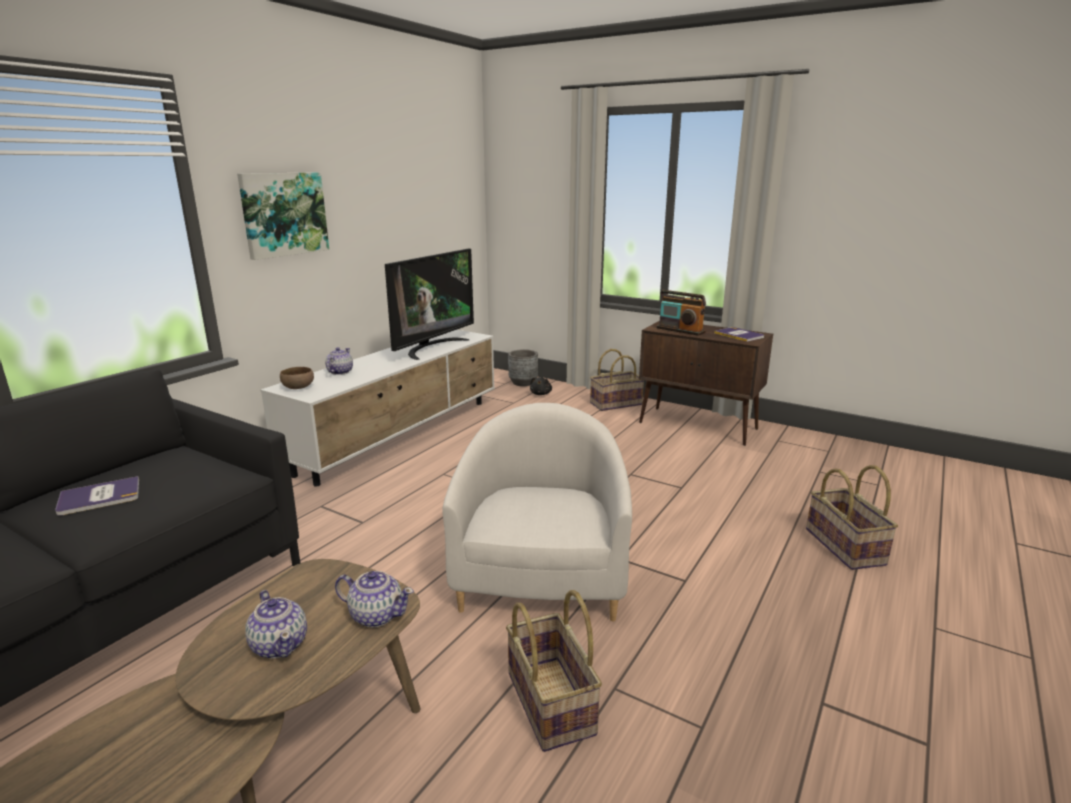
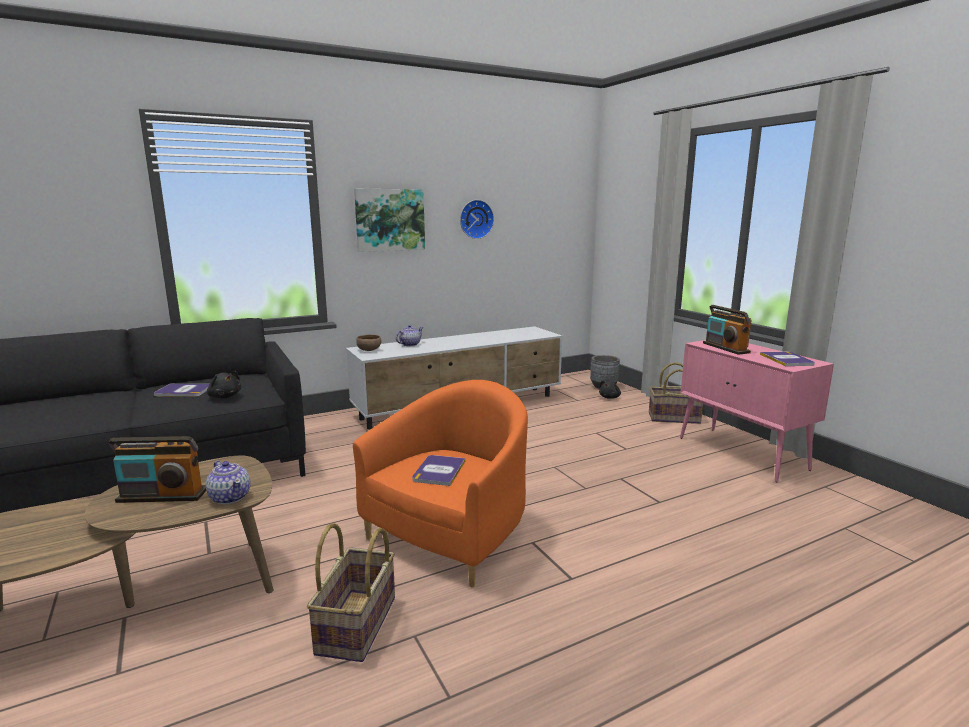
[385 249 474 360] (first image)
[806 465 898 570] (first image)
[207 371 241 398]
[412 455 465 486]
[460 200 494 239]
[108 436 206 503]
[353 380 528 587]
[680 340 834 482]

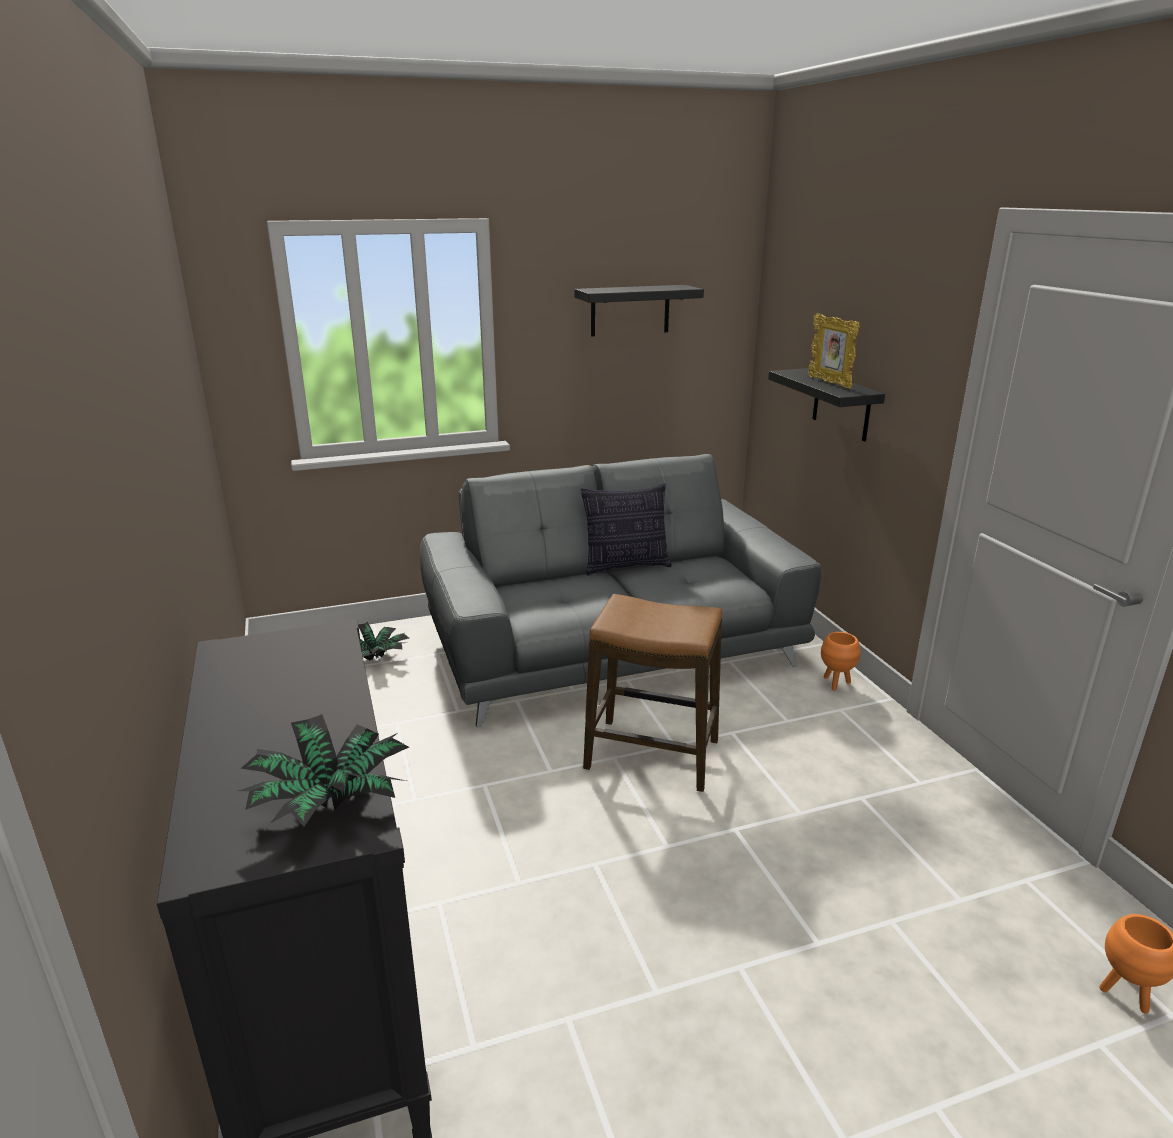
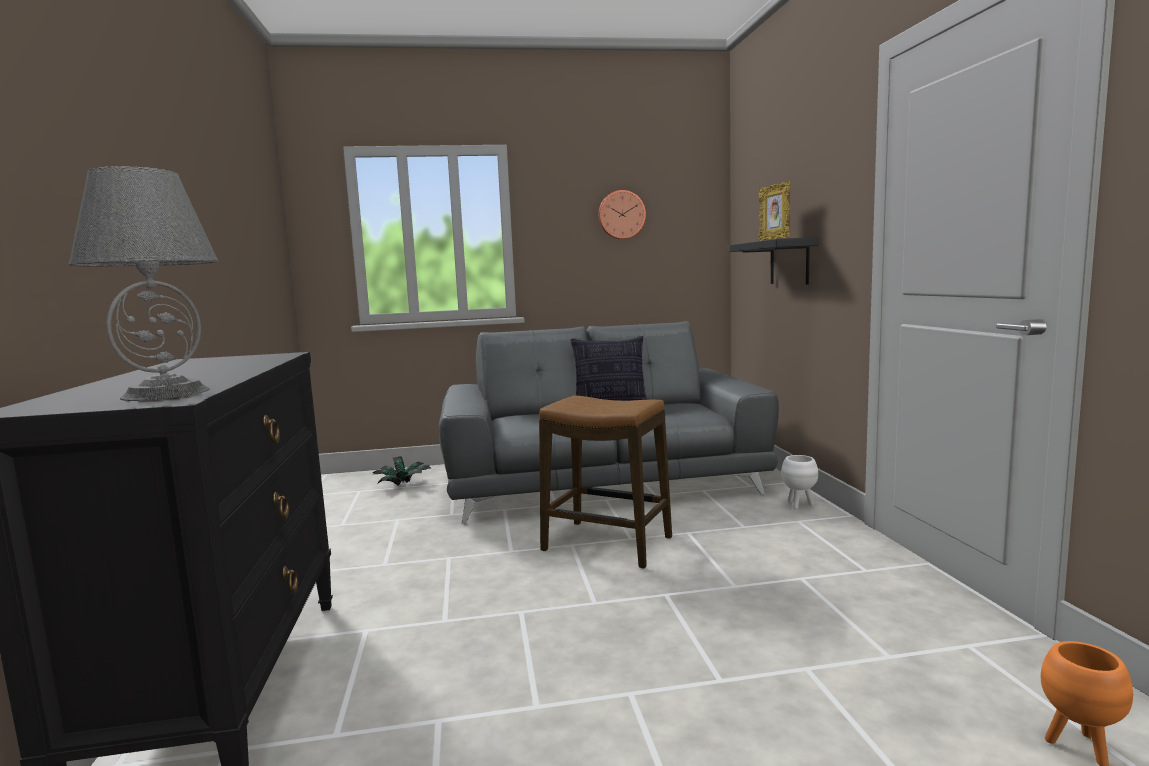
[69 166 218 401]
[598 190 646 239]
[781 455 818 509]

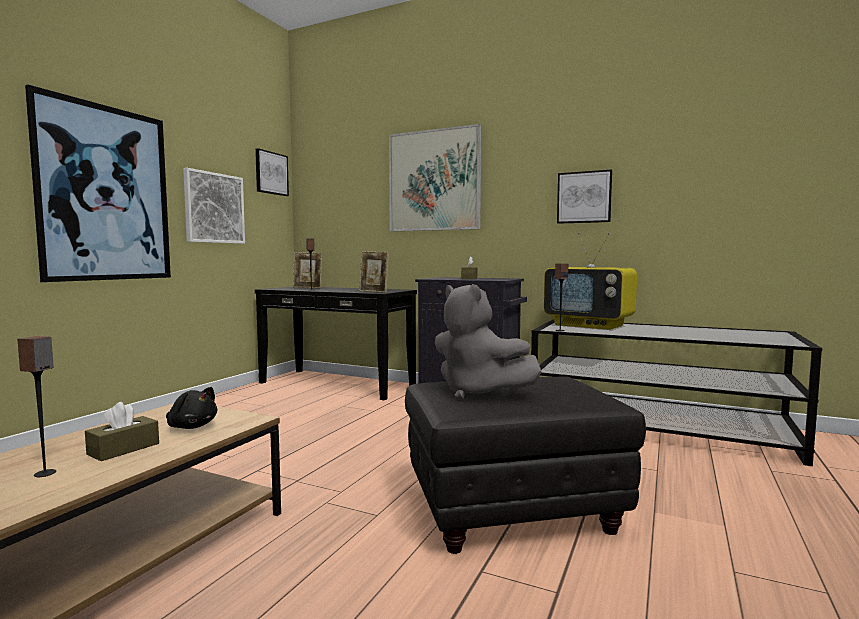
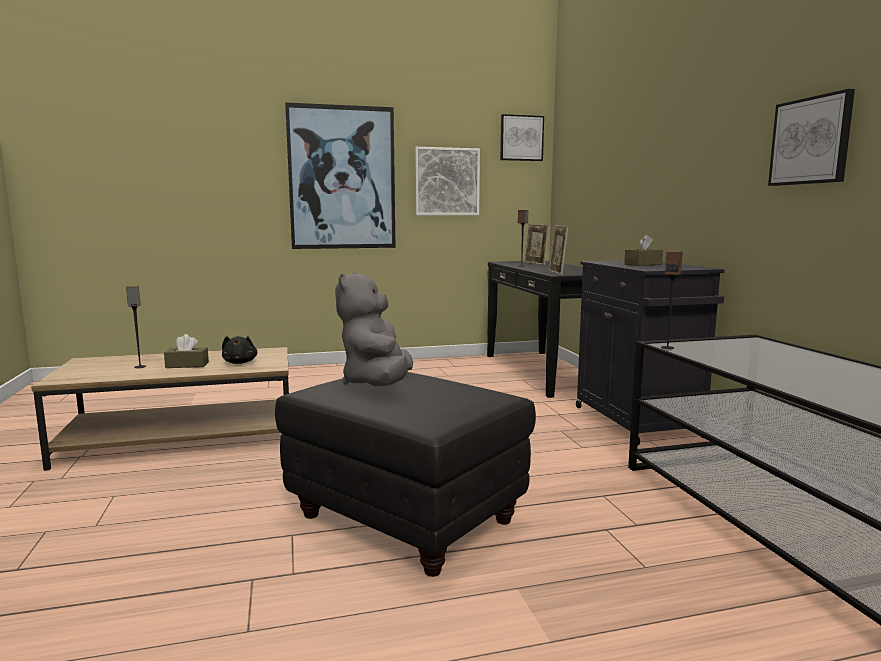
[389 124 481 231] (first image)
[543 233 637 330] (first image)

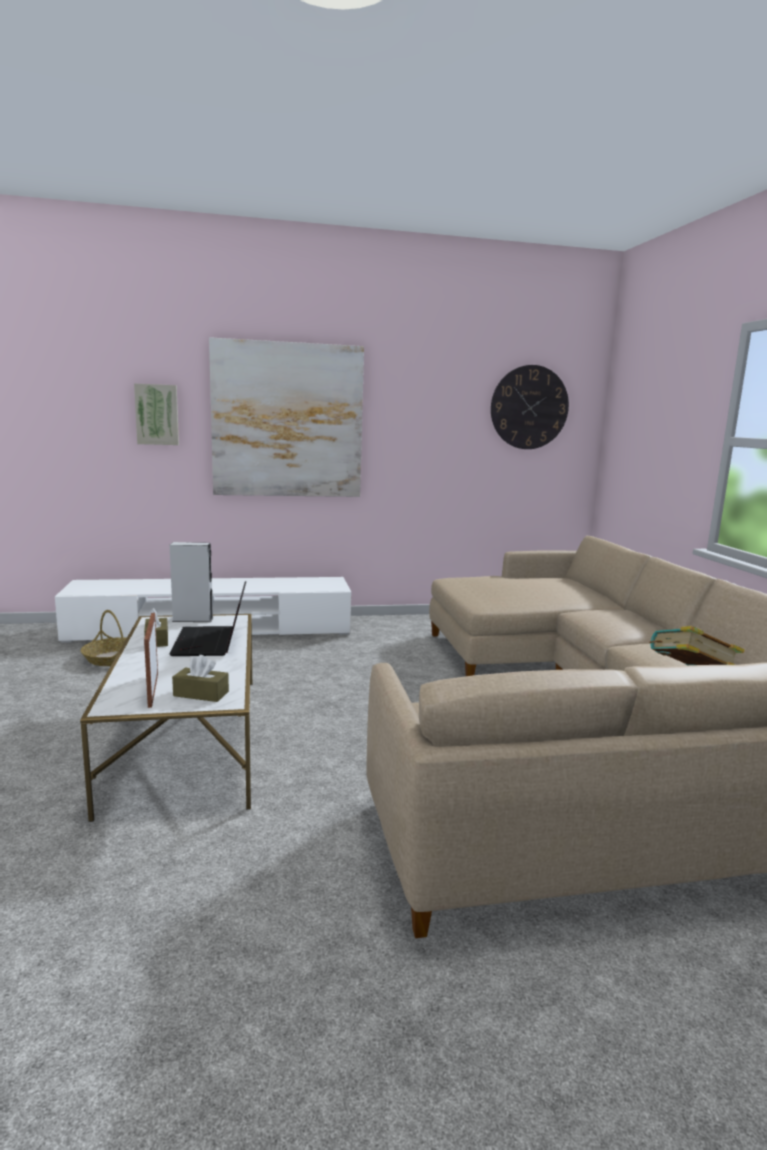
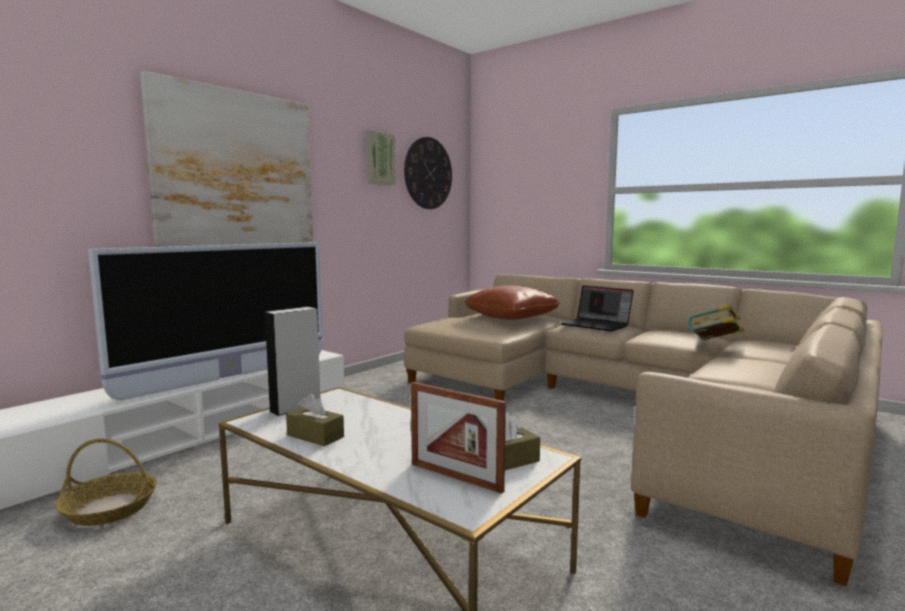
[88 242 323 400]
[464 285 560 320]
[367 130 396 185]
[561 286 634 332]

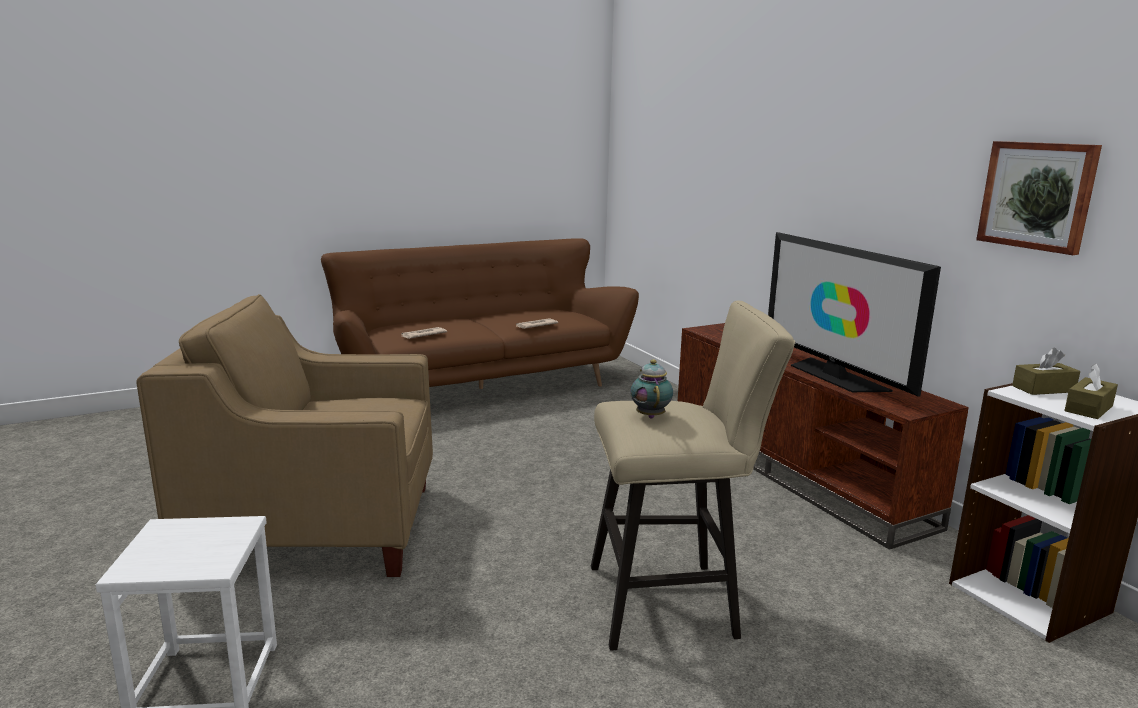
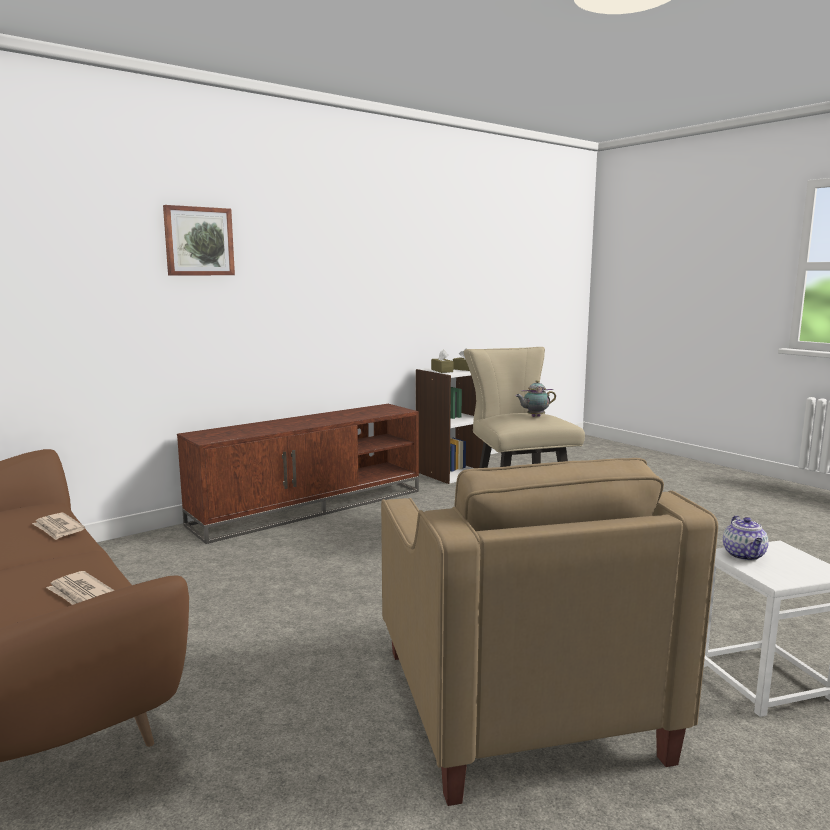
[768 232 941 397] (first image)
[723 515 769 561]
[163 205 235 275]

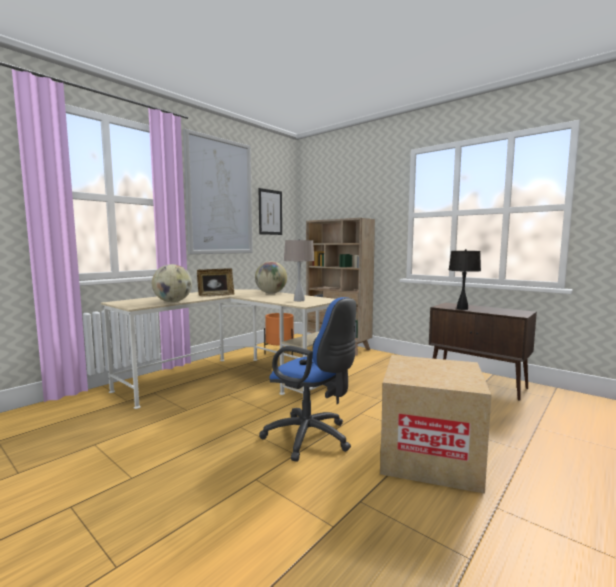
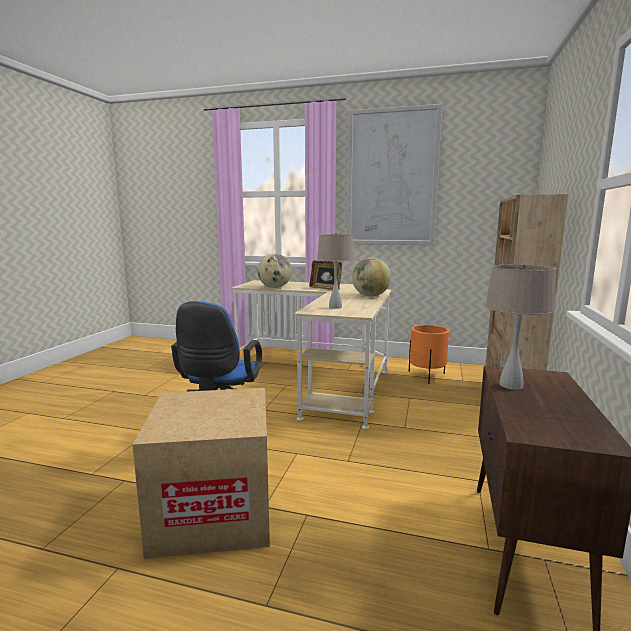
[259 188 282 235] (first image)
[485 264 556 390]

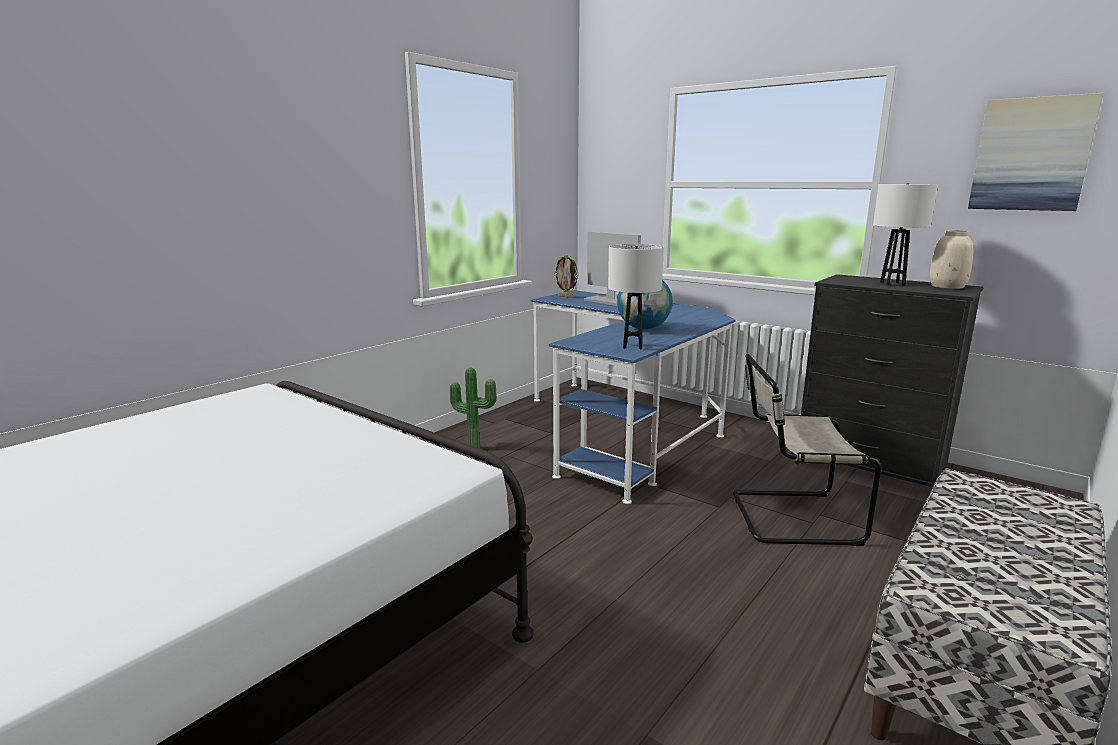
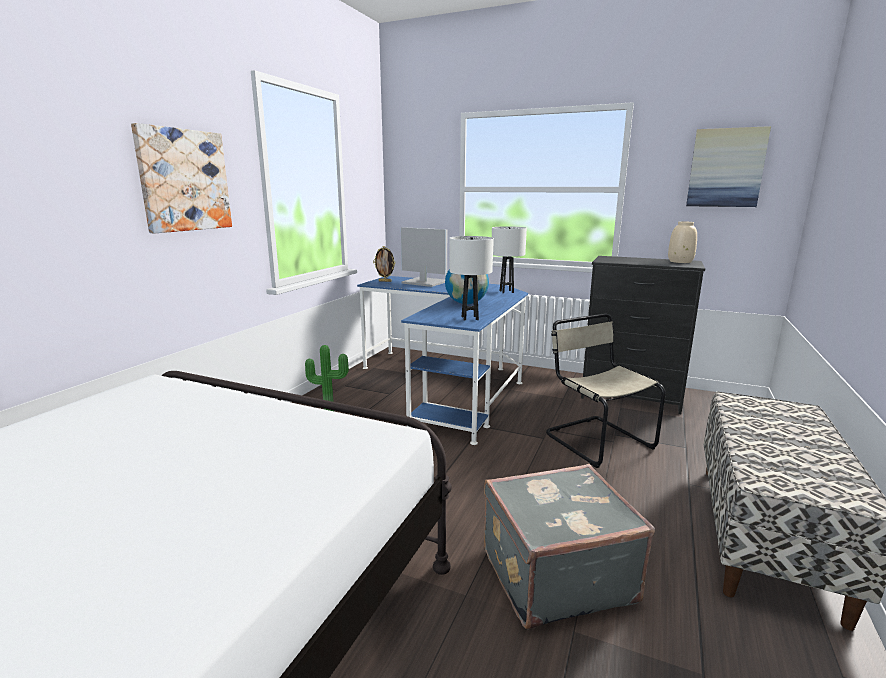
[131 123 232 233]
[484 464 655 629]
[492 226 527 293]
[546 314 666 468]

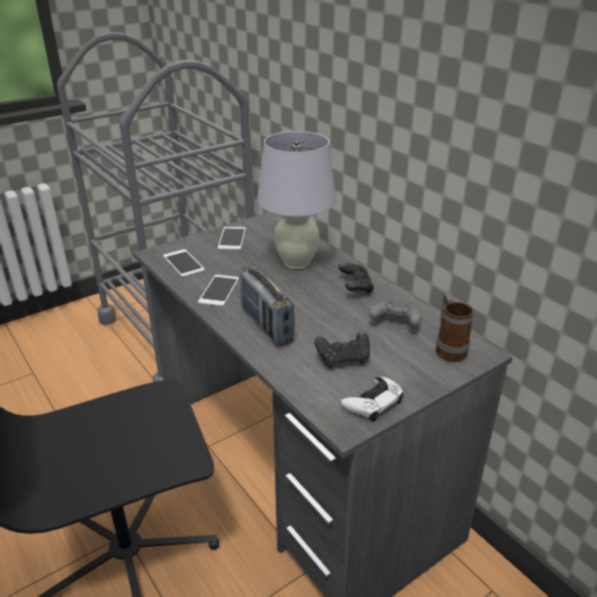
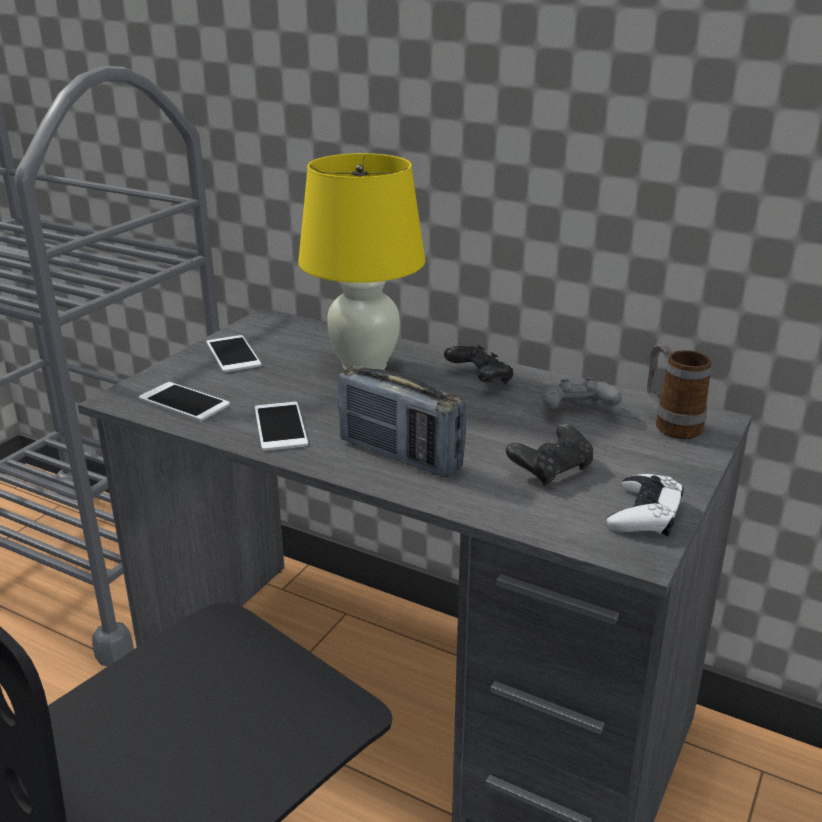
[298 153 425 370]

